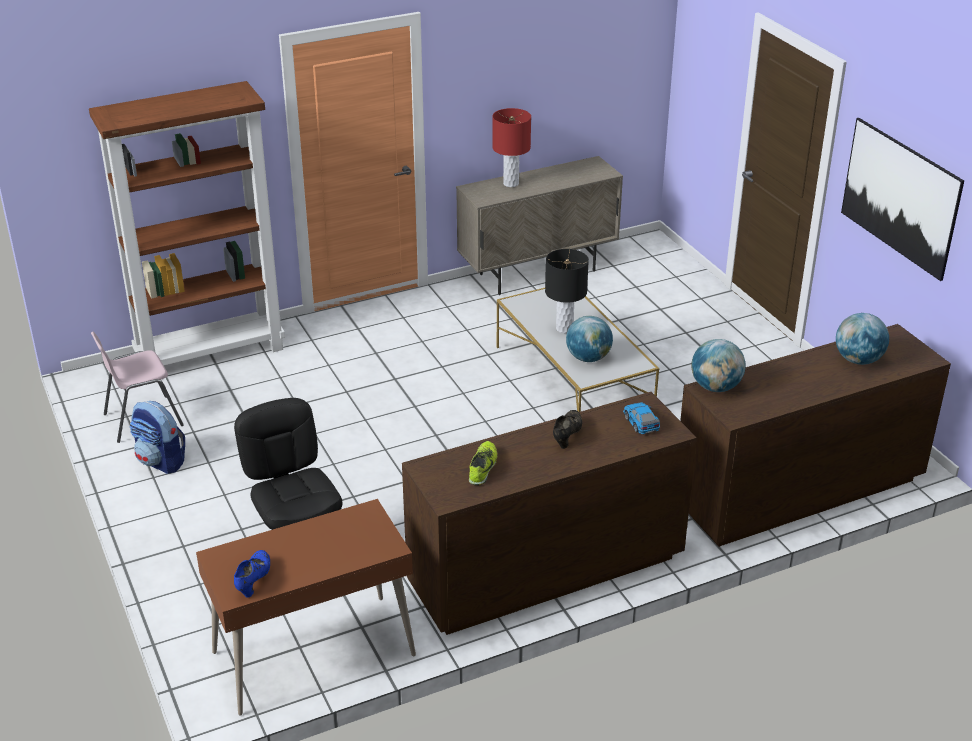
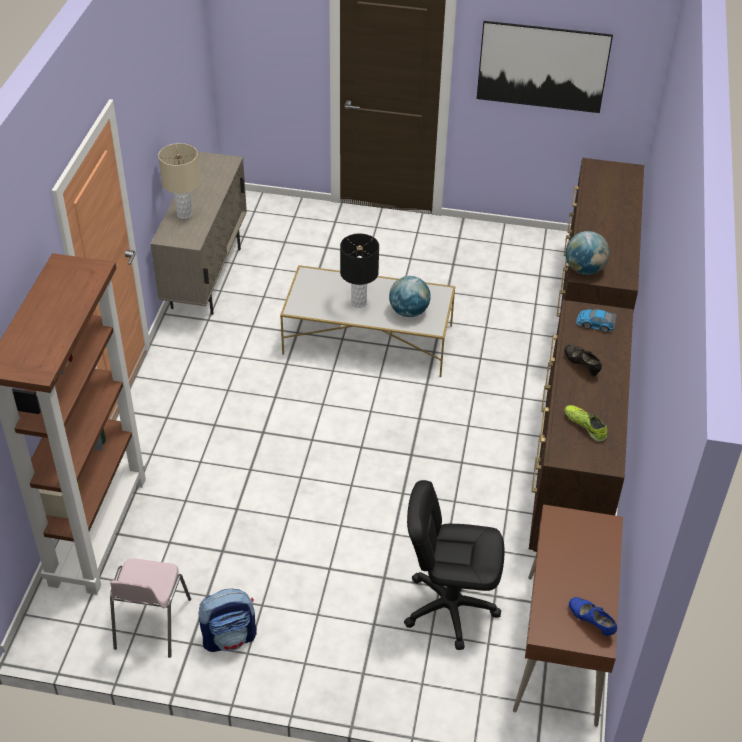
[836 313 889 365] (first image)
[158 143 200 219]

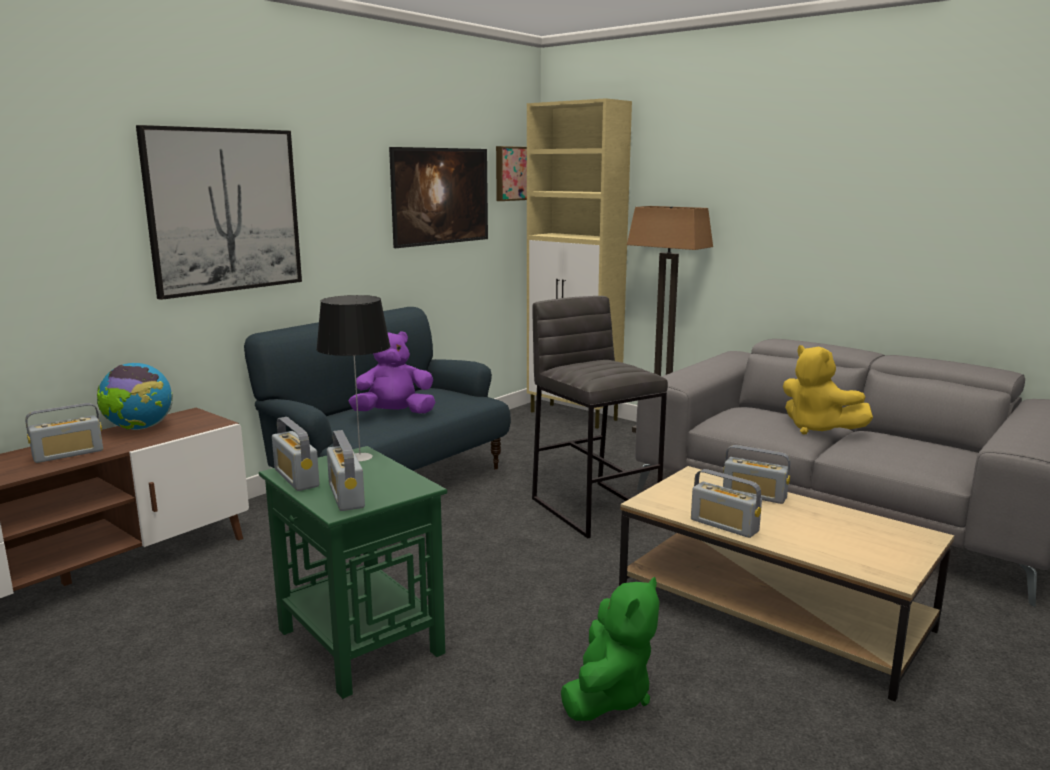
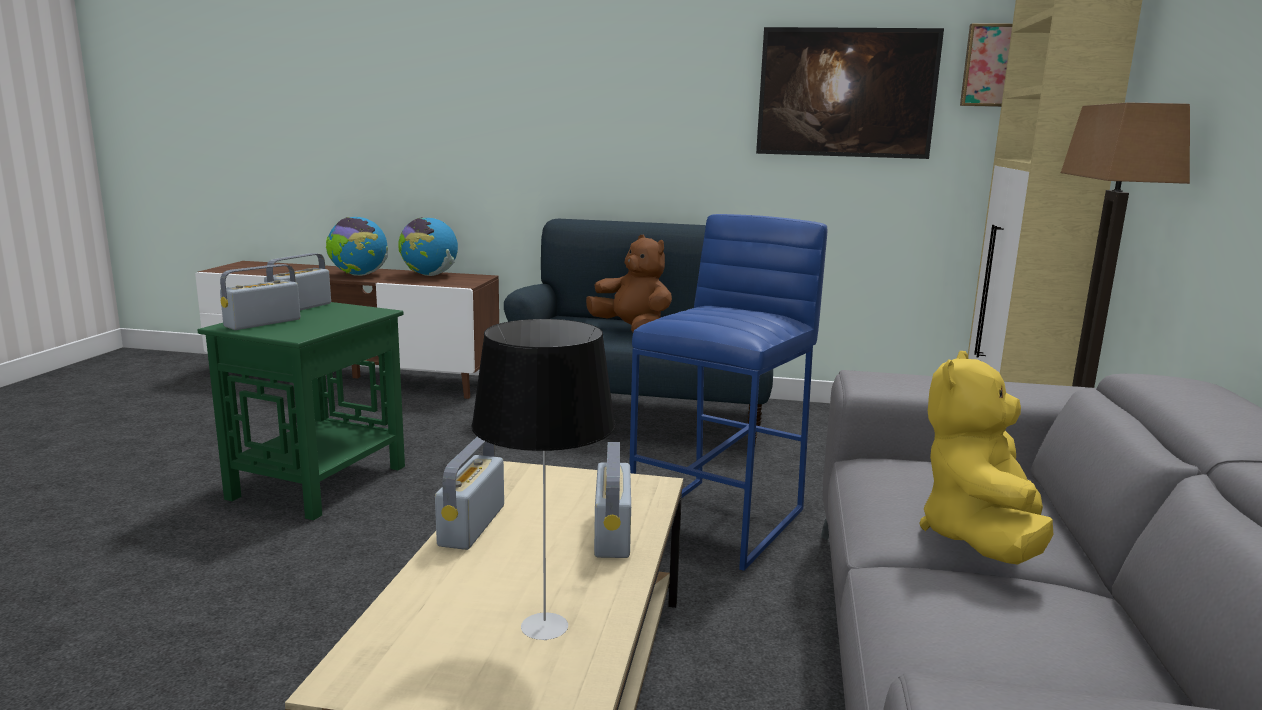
[136 125 302 300] (first image)
[561 577 660 721] (first image)
[471 319 616 640]
[326 217 388 276]
[586 235 672 332]
[629 214 827 571]

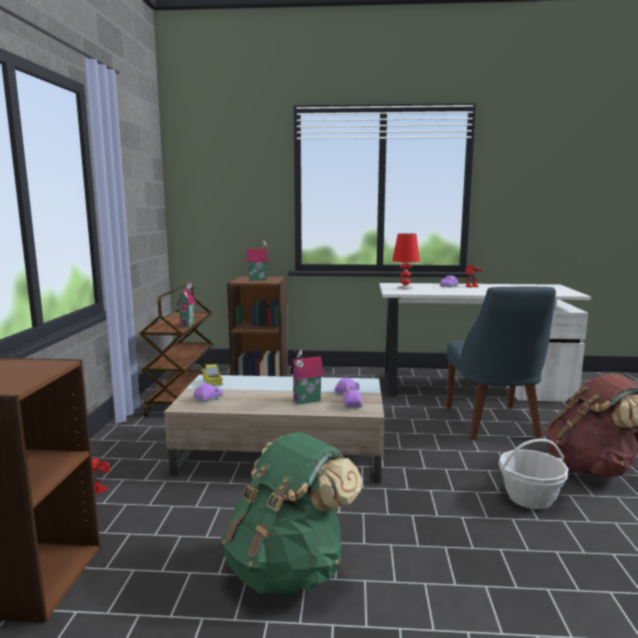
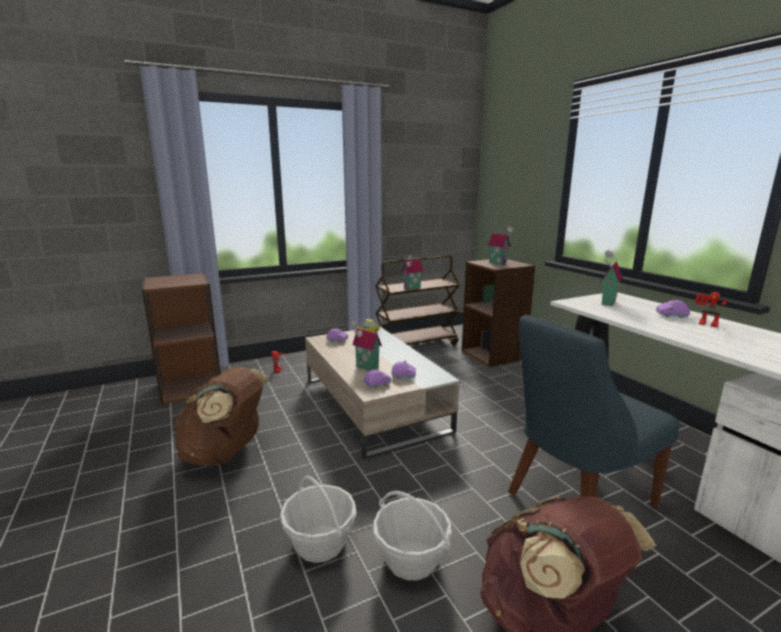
[280 476 356 563]
[601 250 623 306]
[173 366 270 466]

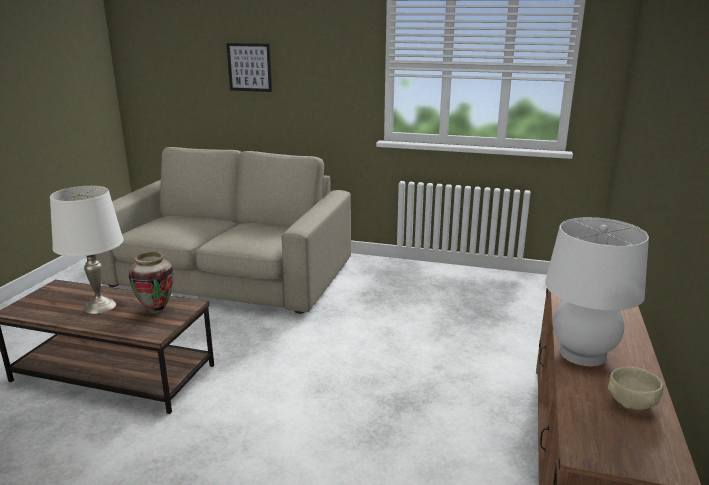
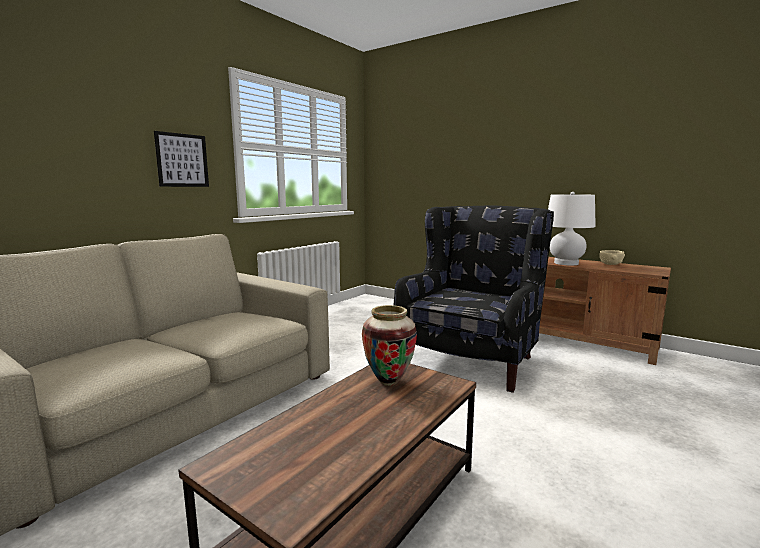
[50 186 124 314] (first image)
[394 206 554 393]
[154 131 209 187]

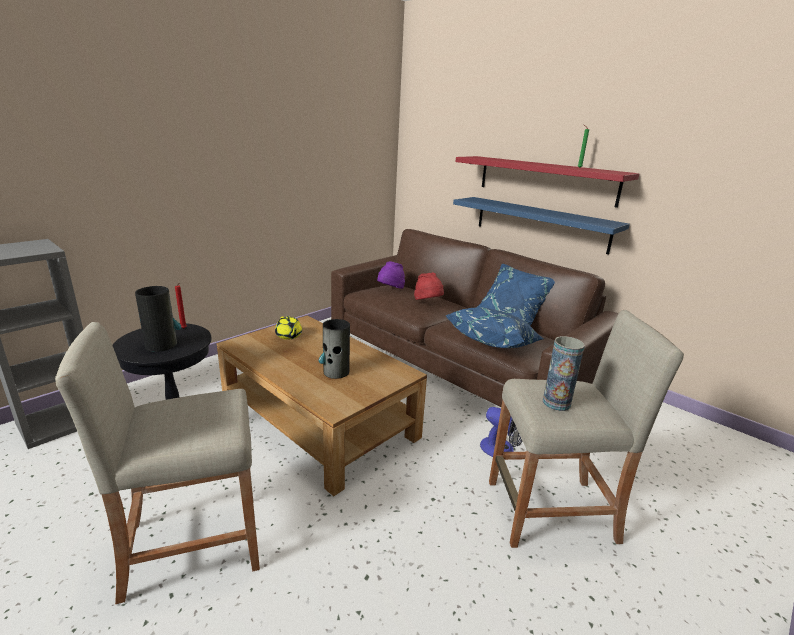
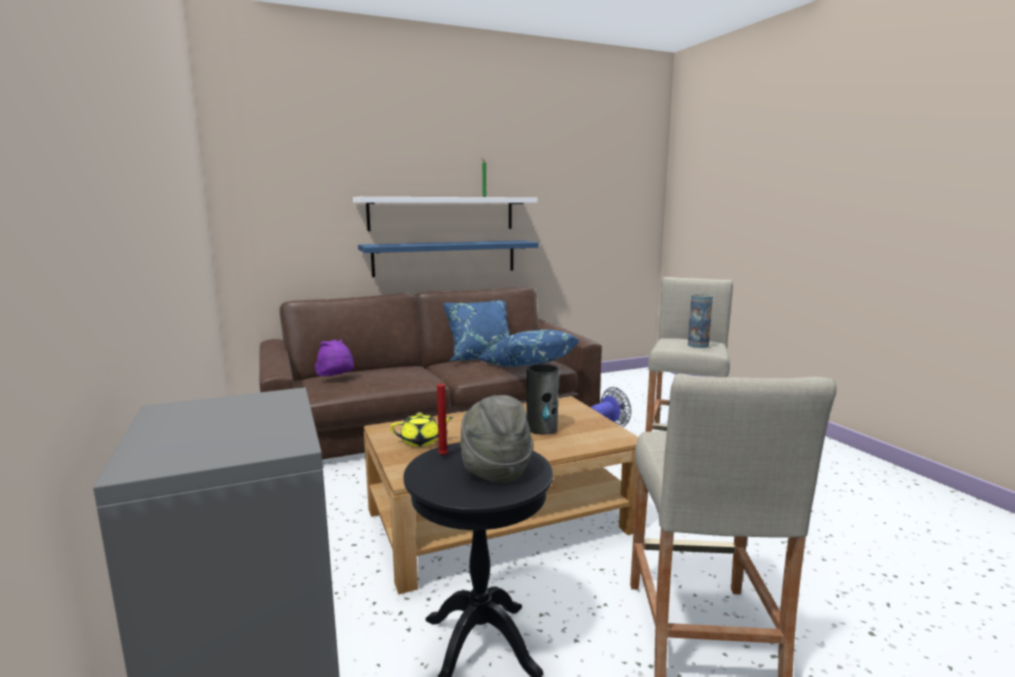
[414 272 444 300] (first image)
[460 395 533 483]
[353 197 537 231]

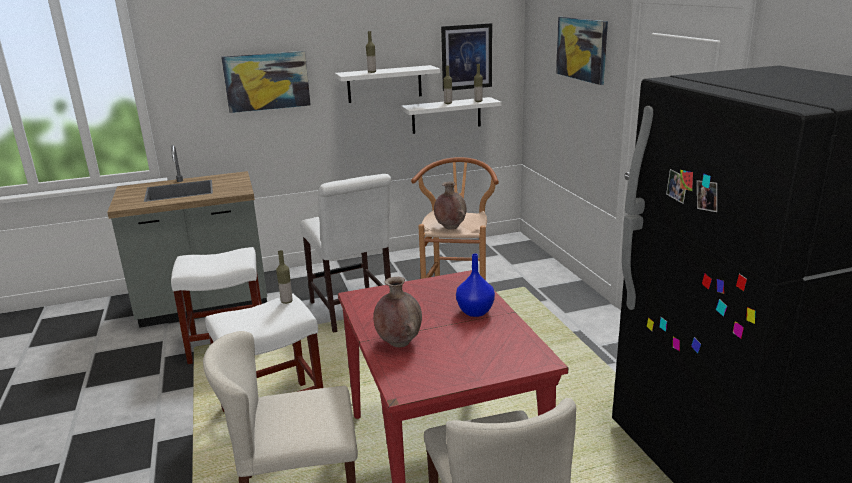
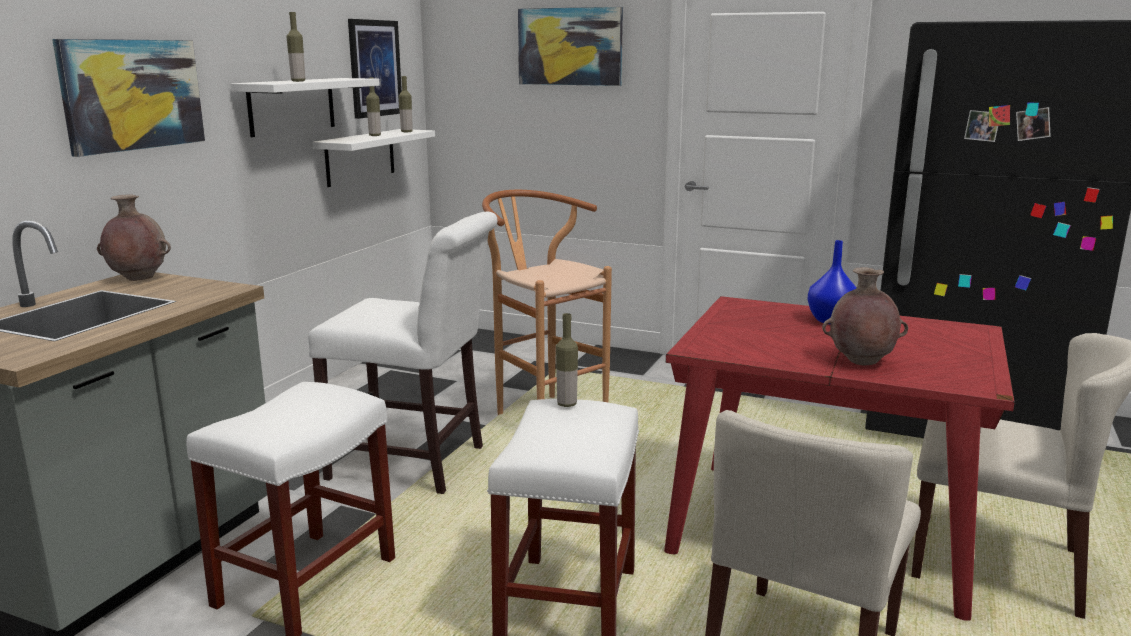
[97 194 171 281]

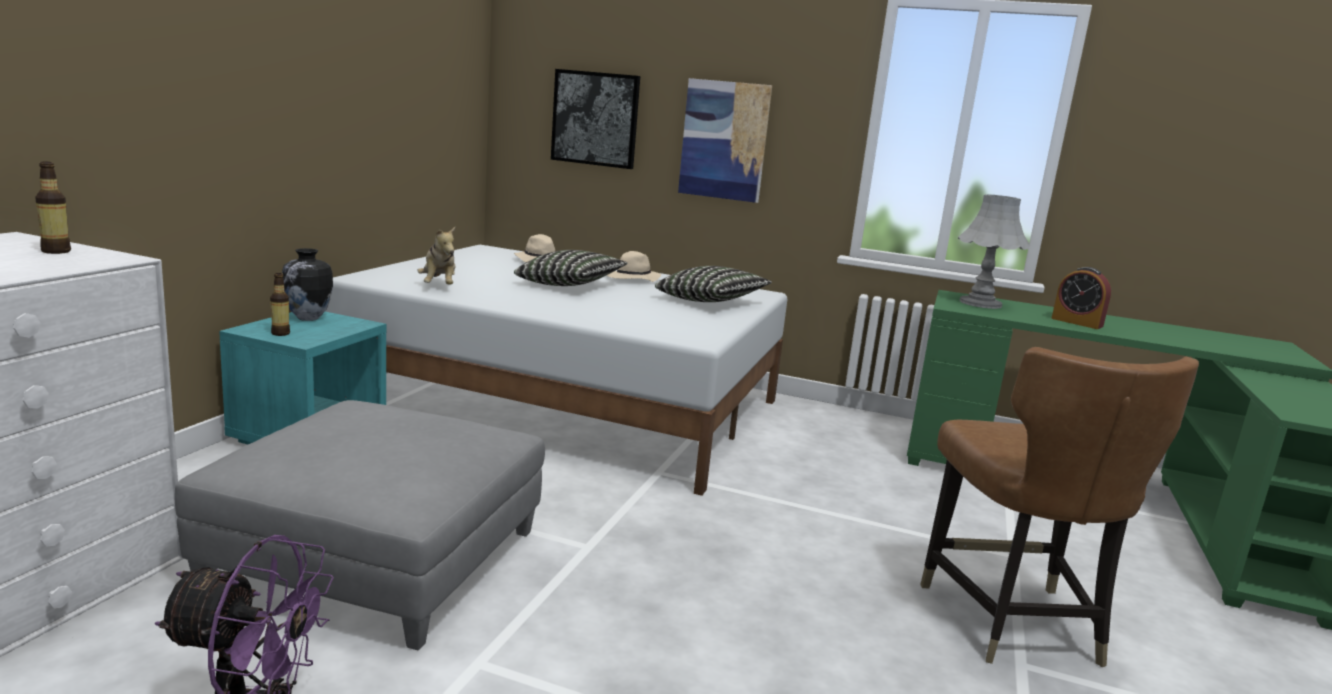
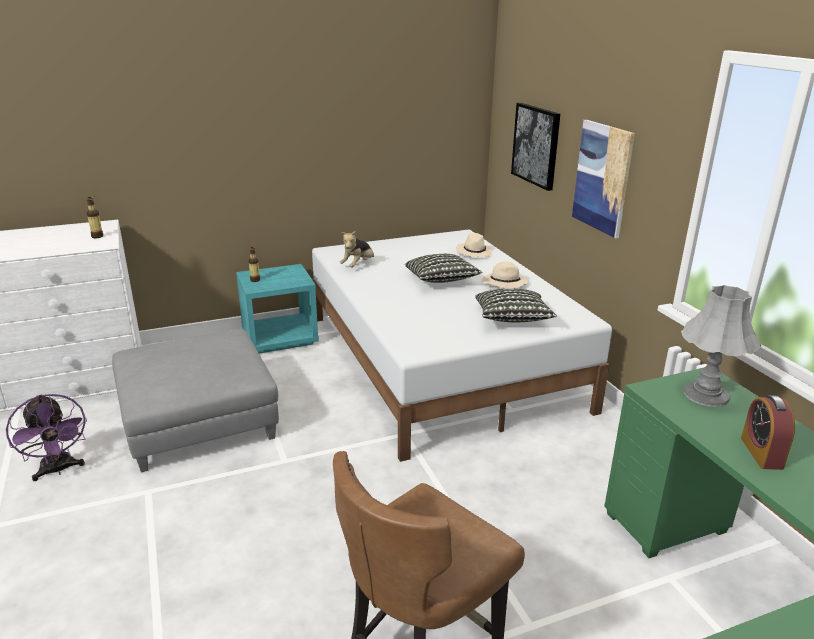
[282 248 333 321] (first image)

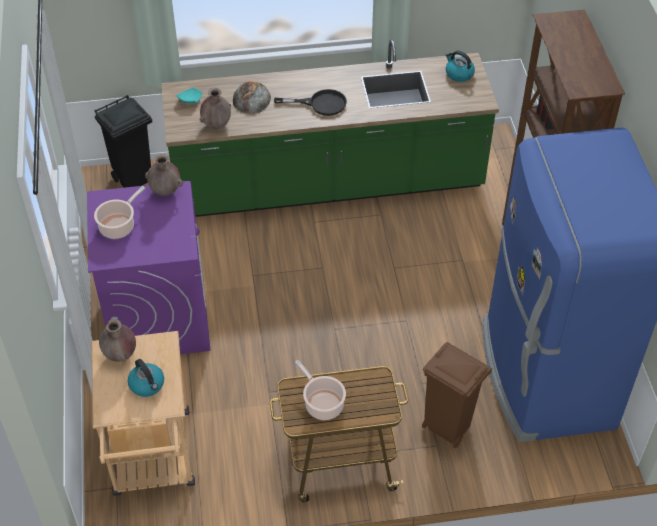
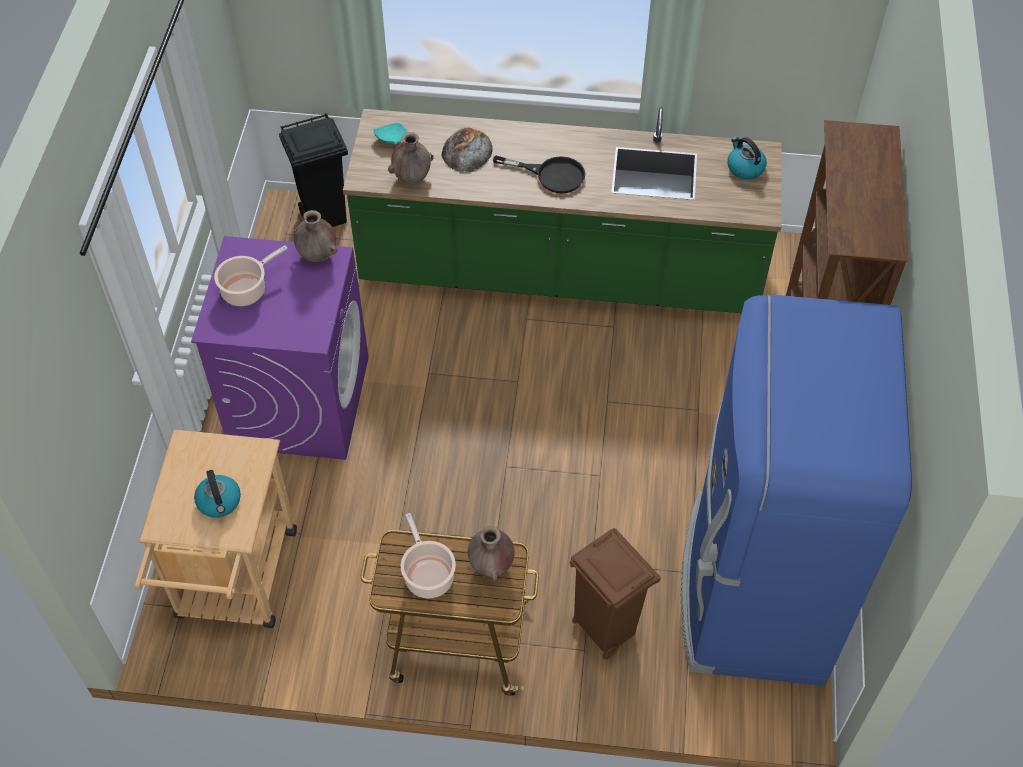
[468 526 515 580]

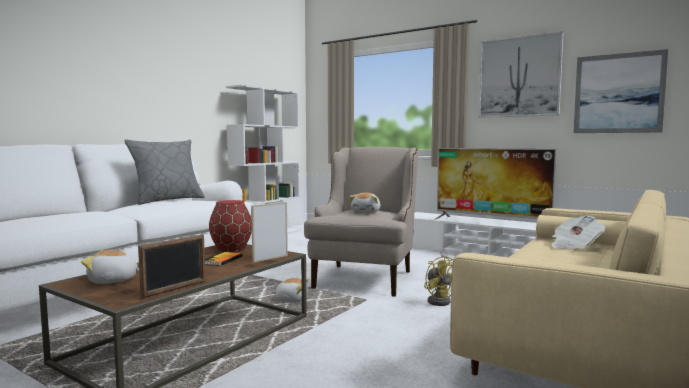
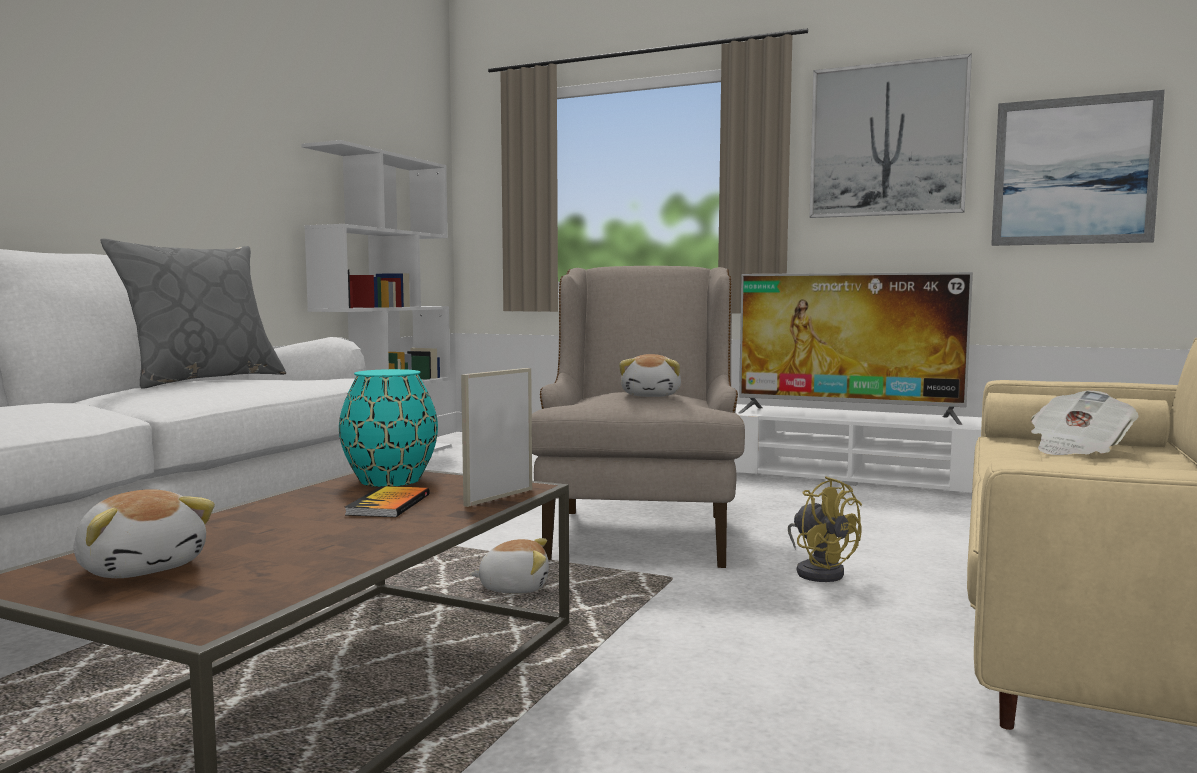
[138 235 205 299] (first image)
[339 369 438 487]
[74 489 215 578]

